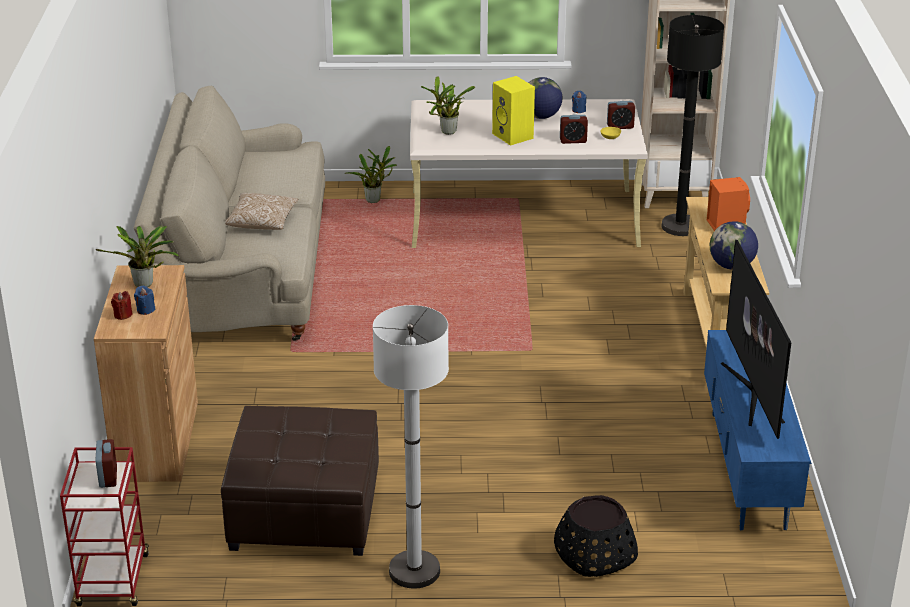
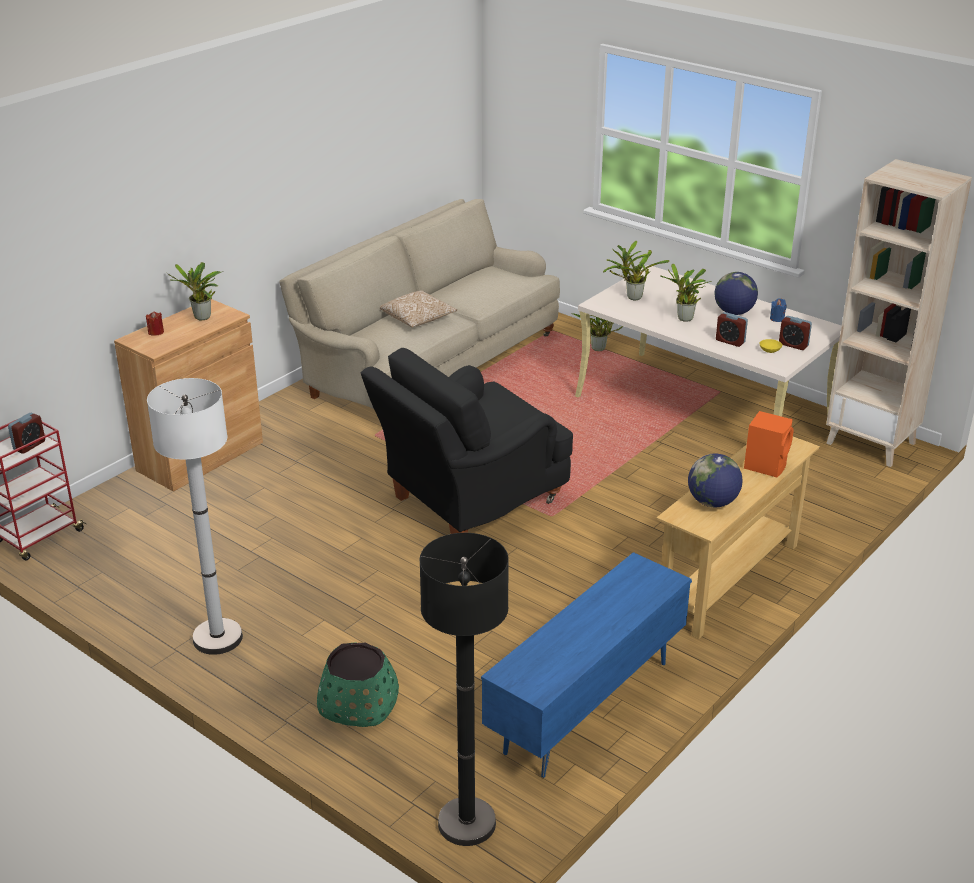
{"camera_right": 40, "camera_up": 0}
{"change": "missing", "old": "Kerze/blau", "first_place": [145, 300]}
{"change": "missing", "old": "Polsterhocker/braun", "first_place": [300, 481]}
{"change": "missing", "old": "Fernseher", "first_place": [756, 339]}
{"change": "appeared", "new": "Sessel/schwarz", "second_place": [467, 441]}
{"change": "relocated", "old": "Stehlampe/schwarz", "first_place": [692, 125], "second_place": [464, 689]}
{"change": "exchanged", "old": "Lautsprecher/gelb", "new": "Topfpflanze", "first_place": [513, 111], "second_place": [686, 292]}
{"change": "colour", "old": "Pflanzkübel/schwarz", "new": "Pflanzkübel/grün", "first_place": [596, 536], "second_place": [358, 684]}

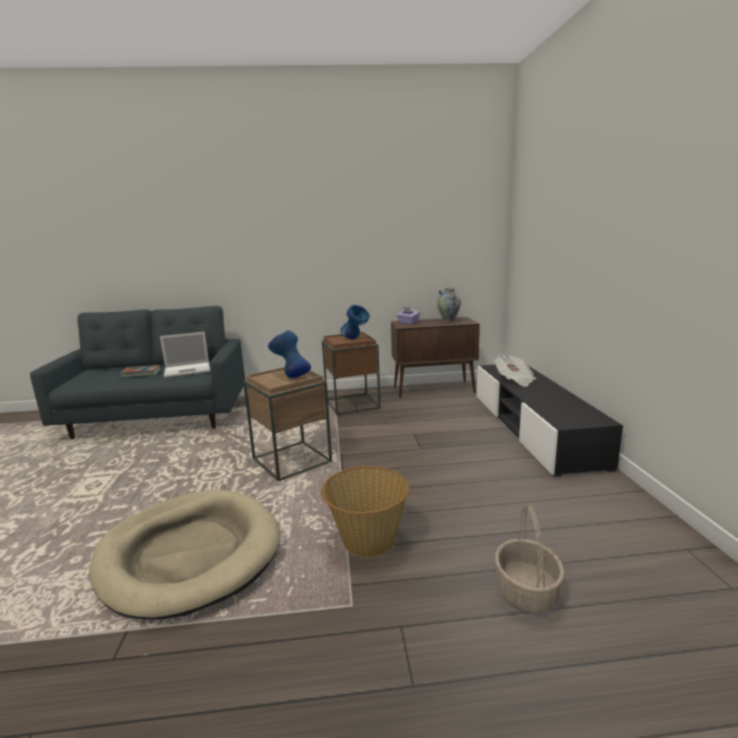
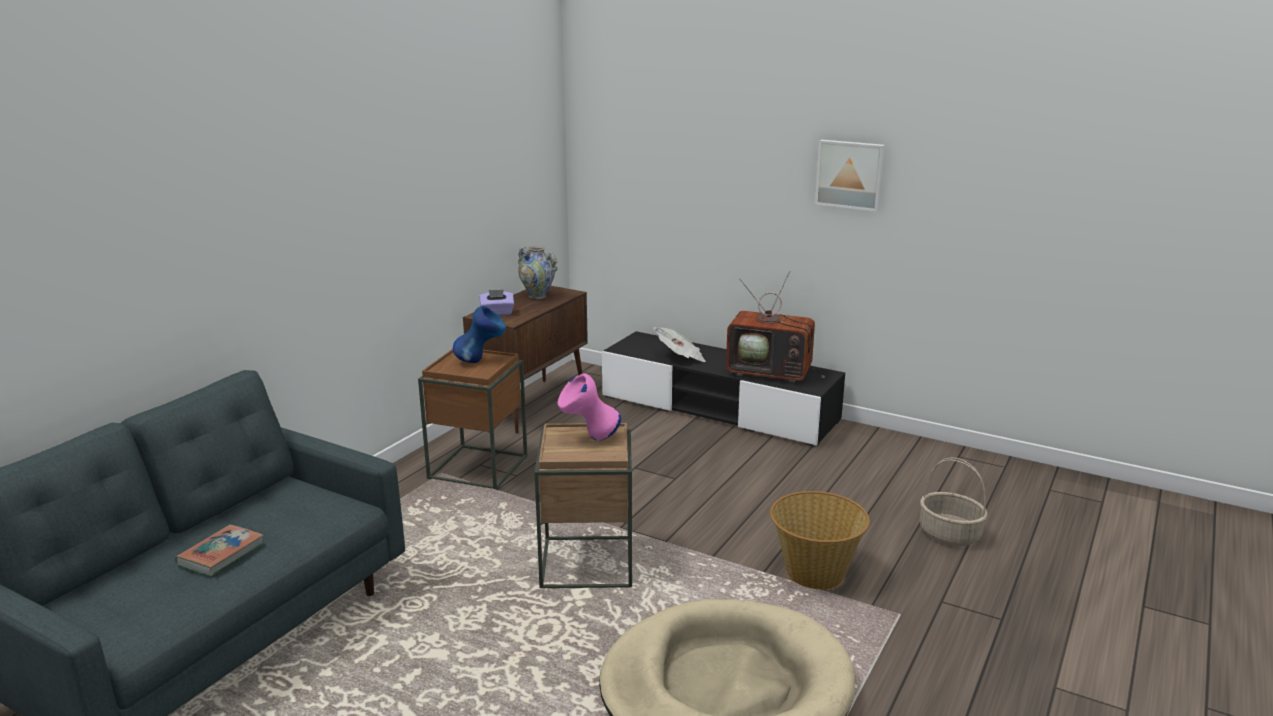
{"camera_right": -55, "camera_up": 5}
{"change": "missing", "old": "Laptop", "first_place": [185, 355]}
{"change": "appeared", "new": "Fernseher", "second_place": [775, 327]}
{"change": "appeared", "new": "Bild", "second_place": [850, 176]}
{"change": "colour", "old": "Vase/blau", "new": "Vase/rosa", "first_place": [289, 354], "second_place": [589, 407]}

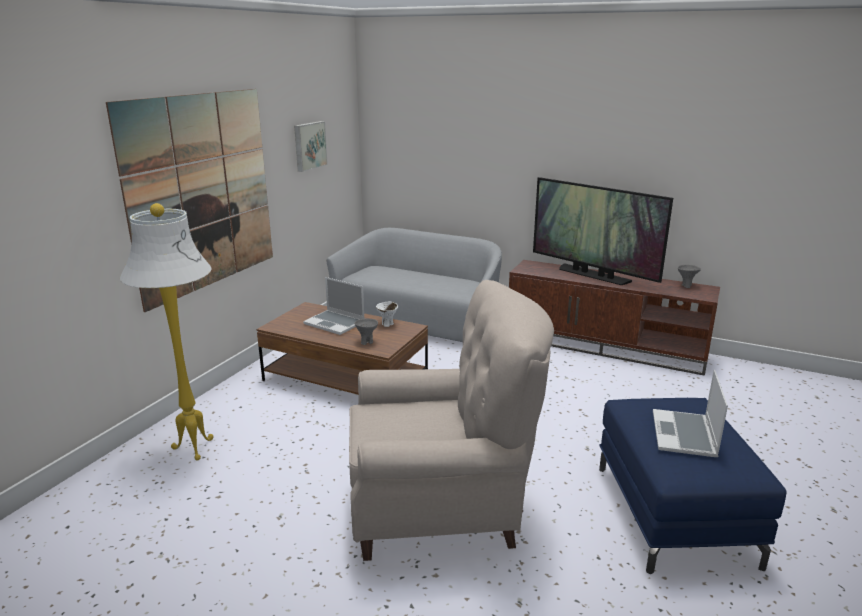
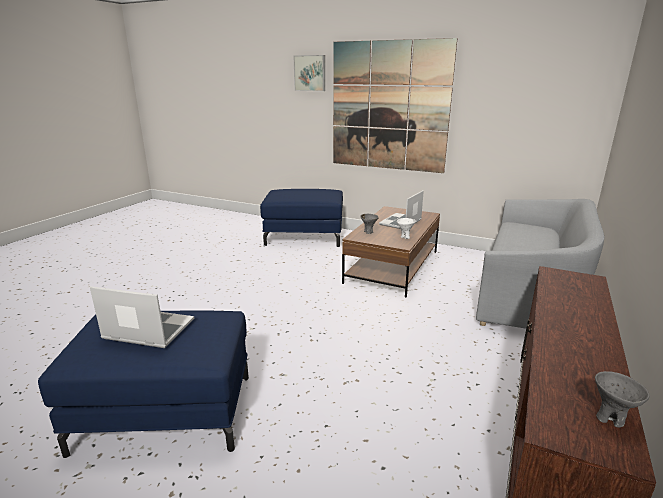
{"camera_right": 90, "camera_up": 0}
{"change": "missing", "old": "Sessel/beige", "first_place": [451, 420]}
{"change": "missing", "old": "Fernseher", "first_place": [603, 231]}
{"change": "relocated", "old": "Bild", "first_place": [311, 146], "second_place": [309, 73]}
{"change": "exchanged", "old": "Stehlampe/weiß", "new": "Polsterhocker/blau", "first_place": [167, 332], "second_place": [301, 218]}

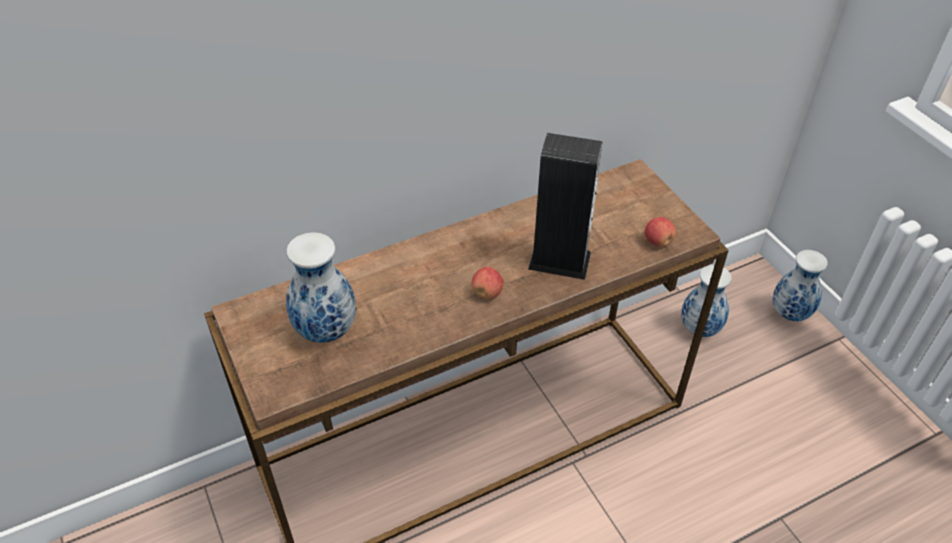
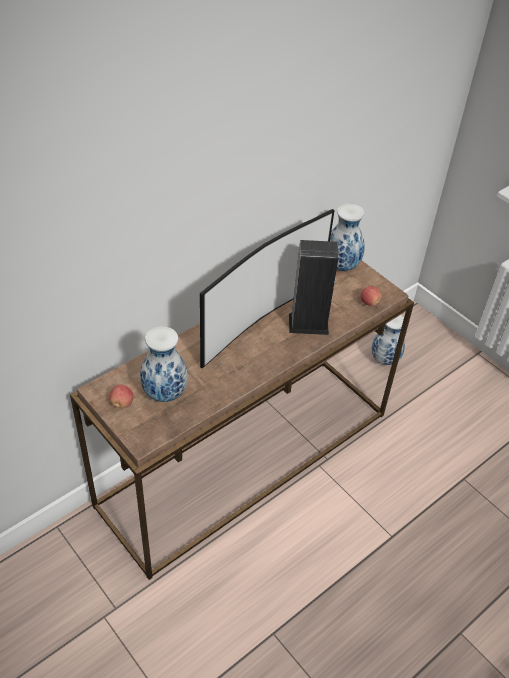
{"camera_right": -15, "camera_up": 0}
{"change": "appeared", "new": "Fernseher", "second_place": [267, 289]}
{"change": "relocated", "old": "Apfel", "first_place": [487, 283], "second_place": [122, 396]}
{"change": "relocated", "old": "Vase", "first_place": [800, 285], "second_place": [347, 237]}

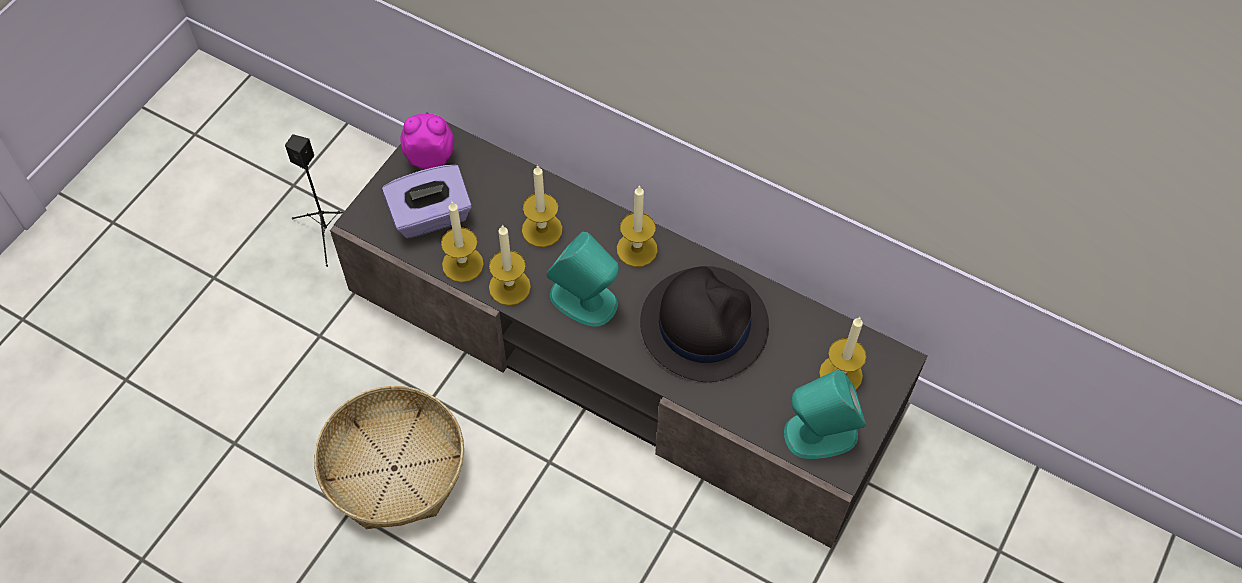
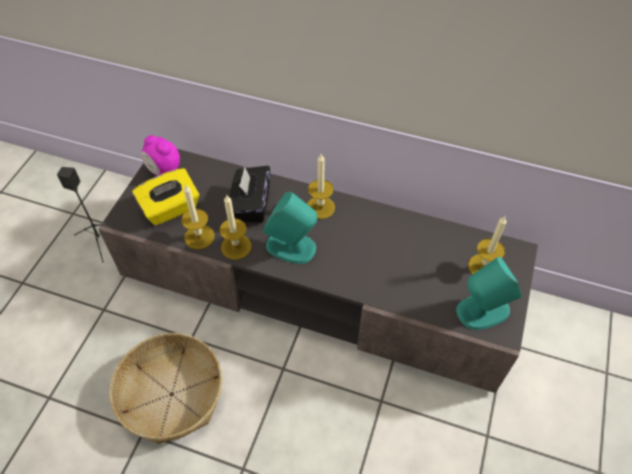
{"camera_right": -10, "camera_up": -5}
{"change": "missing", "old": "Hut/schwarz", "first_place": [704, 324]}
{"change": "exchanged", "old": "Kerze", "new": "Taschentuchbox/schwarz", "first_place": [542, 206], "second_place": [250, 194]}
{"change": "colour", "old": "Taschentuchbox/lila", "new": "Taschentuchbox/gelb", "first_place": [427, 201], "second_place": [165, 197]}
{"change": "spun", "old": "Wecker", "first_place": [427, 141], "second_place": [160, 155], "degrees": -135}

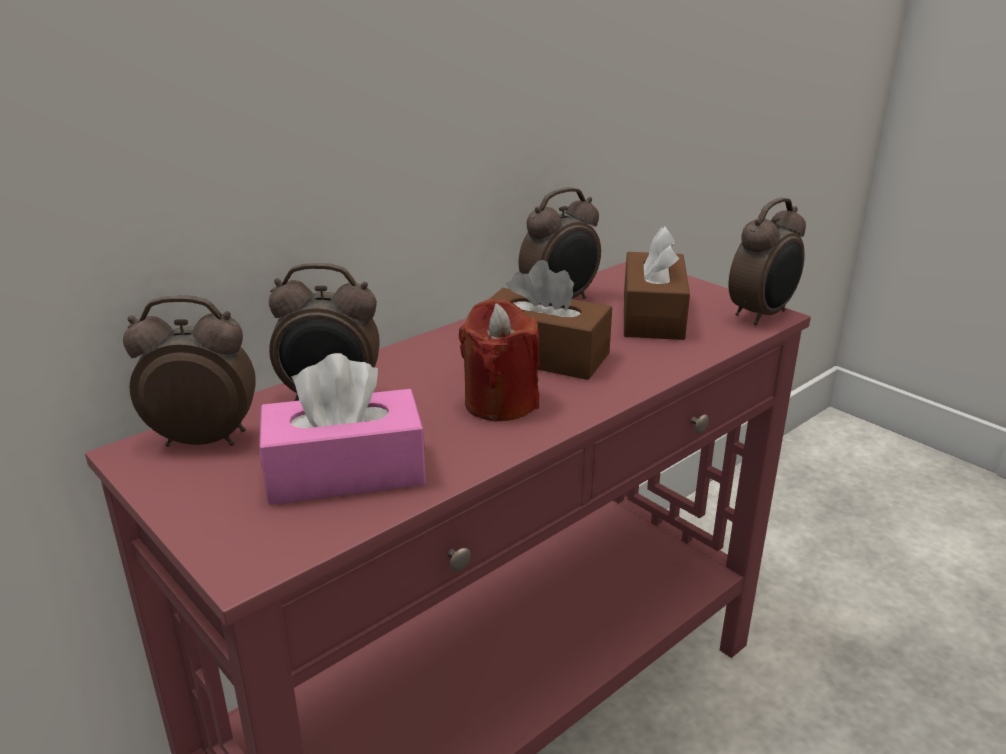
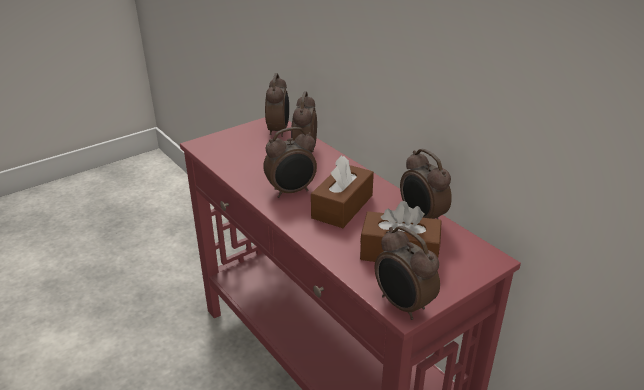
{"camera_right": 95, "camera_up": 5}
{"change": "missing", "old": "Taschentuchbox/rosa", "first_place": [342, 429]}
{"change": "exchanged", "old": "Kerze/rot", "new": "Wecker", "first_place": [499, 360], "second_place": [290, 162]}

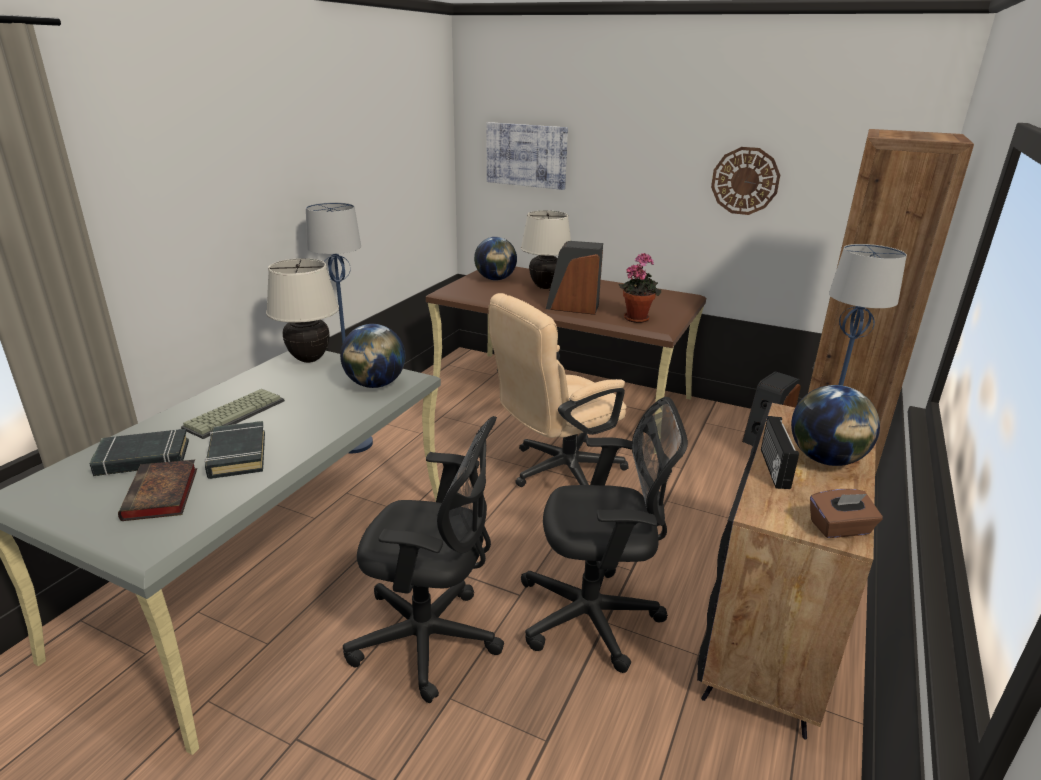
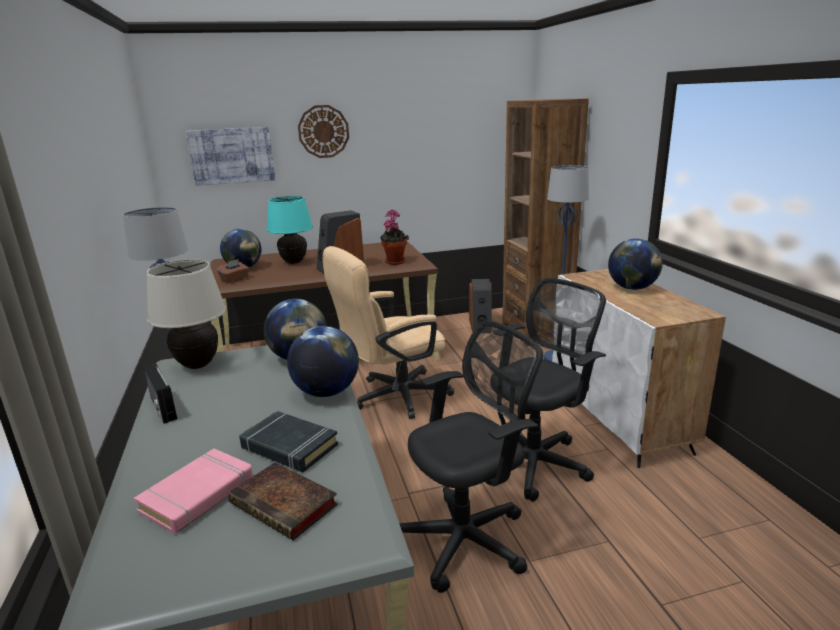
{"camera_right": -40, "camera_up": -5}
{"change": "missing", "old": "Tastatur", "first_place": [233, 414]}
{"change": "appeared", "new": "Globus", "second_place": [323, 361]}
{"change": "relocated", "old": "Wanduhr", "first_place": [745, 181], "second_place": [323, 131]}
{"change": "relocated", "old": "Radio", "first_place": [780, 452], "second_place": [160, 394]}
{"change": "relocated", "old": "Taschentuchbox/braun", "first_place": [846, 513], "second_place": [233, 271]}
{"change": "colour", "old": "Buch/schwarz", "new": "Buch/rosa", "first_place": [139, 452], "second_place": [193, 491]}
{"change": "colour", "old": "Tischlampe/beige", "new": "Tischlampe/türkis", "first_place": [546, 249], "second_place": [290, 230]}
{"change": "colour", "old": "Schrank/schwarz", "new": "Schrank/weiß", "first_place": [786, 570], "second_place": [639, 368]}
{"change": "spun", "old": "Bürostuhl/beige", "first_place": [558, 390], "second_place": [388, 332], "degrees": 45}

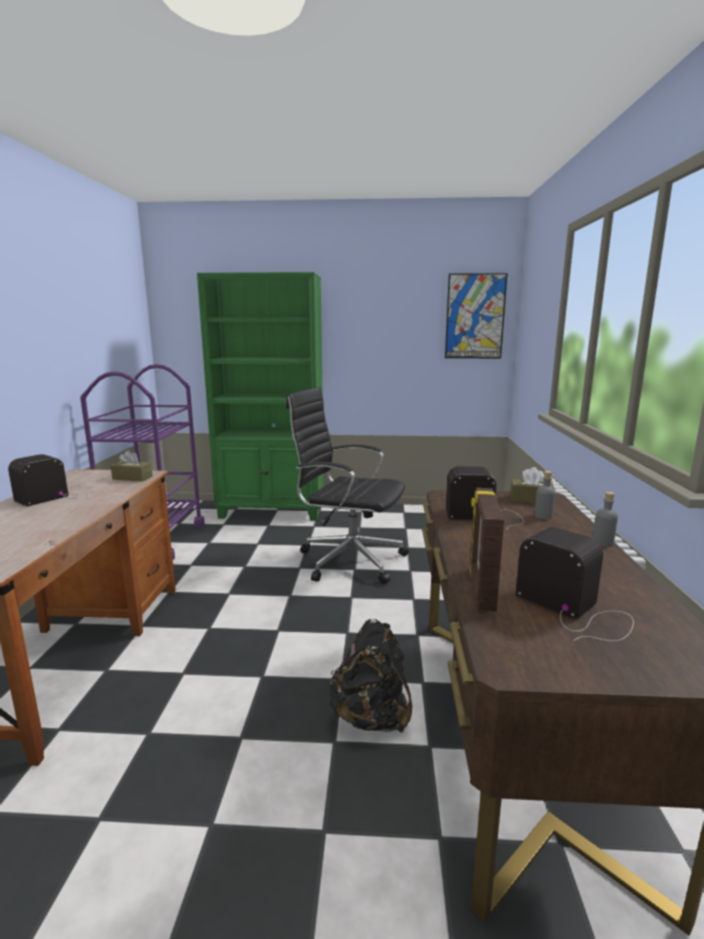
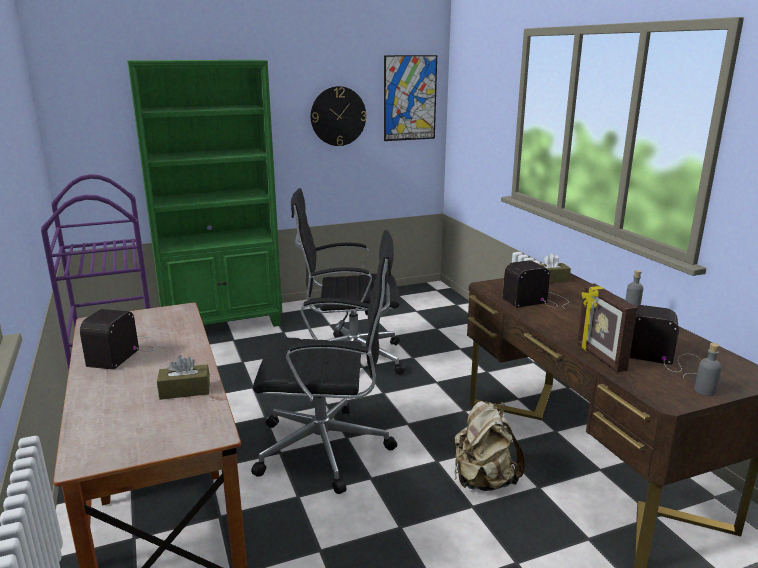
{"camera_right": -25, "camera_up": 5}
{"change": "appeared", "new": "Bürostuhl/schwarz", "second_place": [324, 362]}
{"change": "appeared", "new": "Wanduhr", "second_place": [339, 116]}
{"change": "relocated", "old": "Taschentuchbox/braun", "first_place": [131, 466], "second_place": [183, 377]}
{"change": "relocated", "old": "Flasche/grau", "first_place": [545, 495], "second_place": [708, 369]}
{"change": "colour", "old": "Rucksack/schwarz", "new": "Rucksack/beige", "first_place": [371, 676], "second_place": [489, 446]}

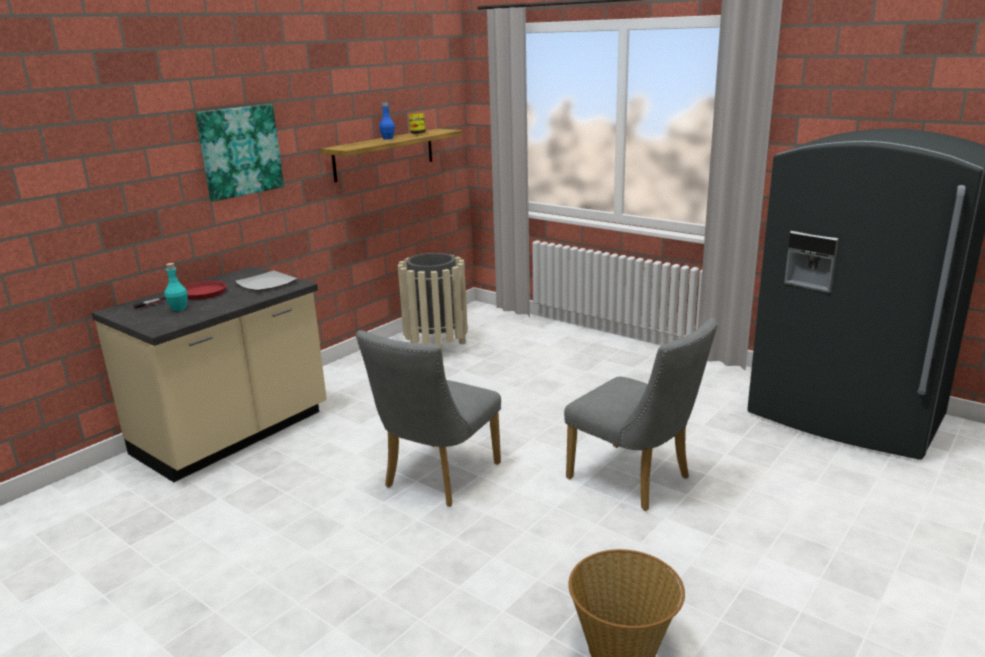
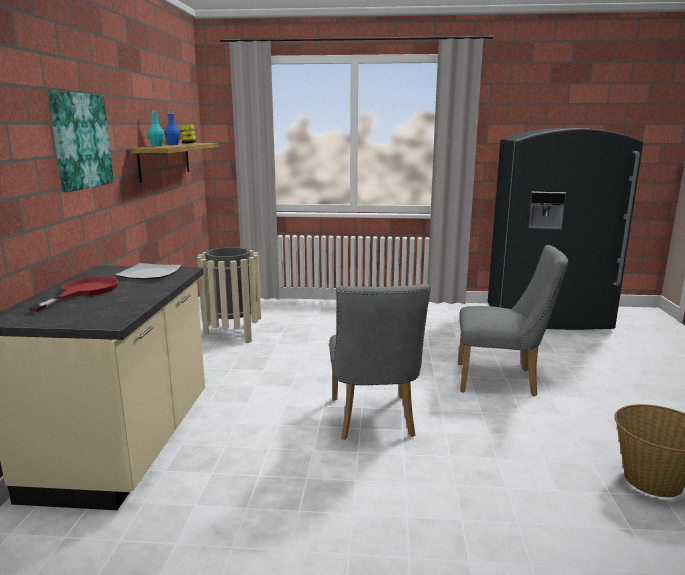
{"camera_right": -35, "camera_up": -5}
{"change": "relocated", "old": "Flasche/türkis", "first_place": [176, 287], "second_place": [156, 127]}

